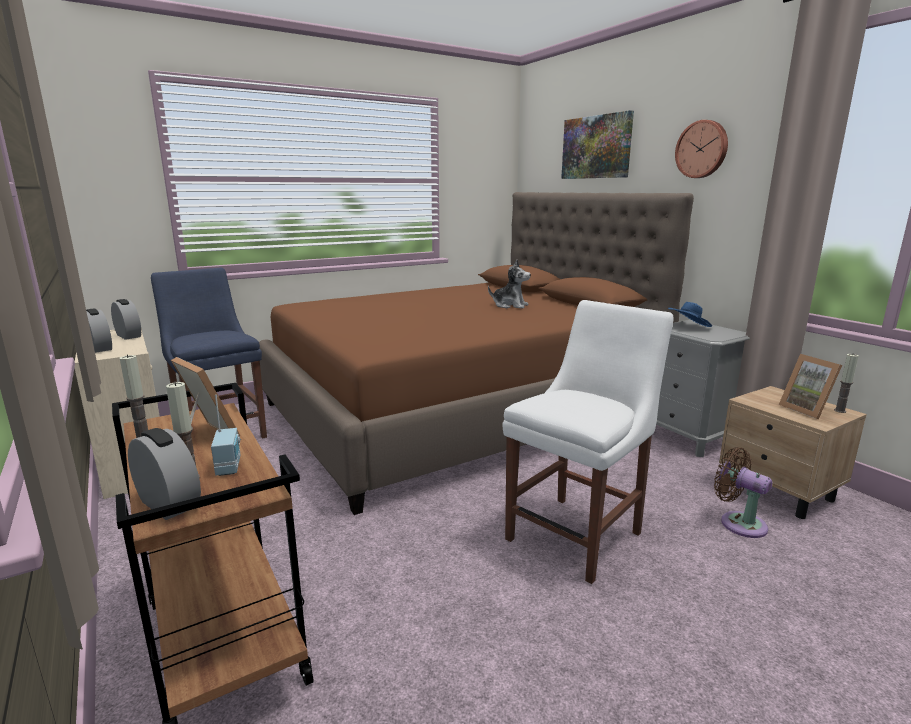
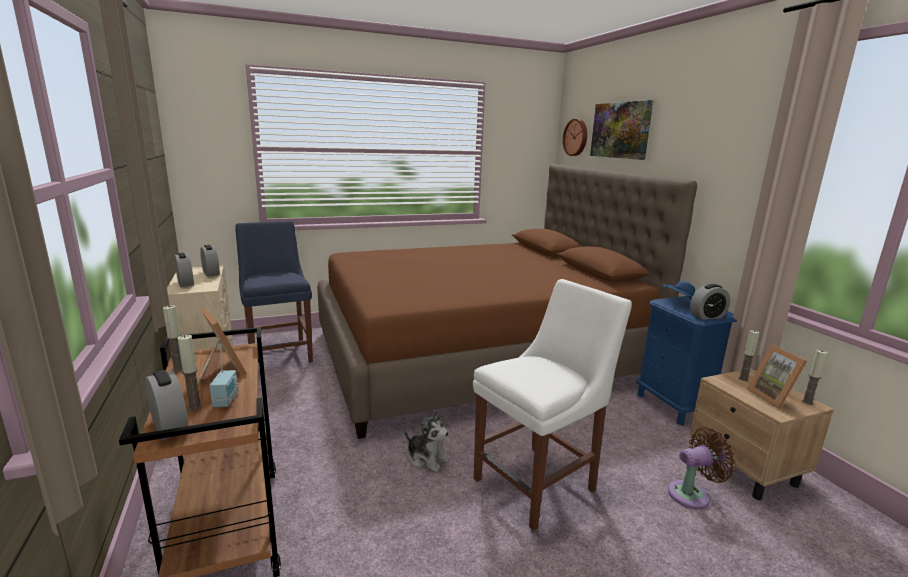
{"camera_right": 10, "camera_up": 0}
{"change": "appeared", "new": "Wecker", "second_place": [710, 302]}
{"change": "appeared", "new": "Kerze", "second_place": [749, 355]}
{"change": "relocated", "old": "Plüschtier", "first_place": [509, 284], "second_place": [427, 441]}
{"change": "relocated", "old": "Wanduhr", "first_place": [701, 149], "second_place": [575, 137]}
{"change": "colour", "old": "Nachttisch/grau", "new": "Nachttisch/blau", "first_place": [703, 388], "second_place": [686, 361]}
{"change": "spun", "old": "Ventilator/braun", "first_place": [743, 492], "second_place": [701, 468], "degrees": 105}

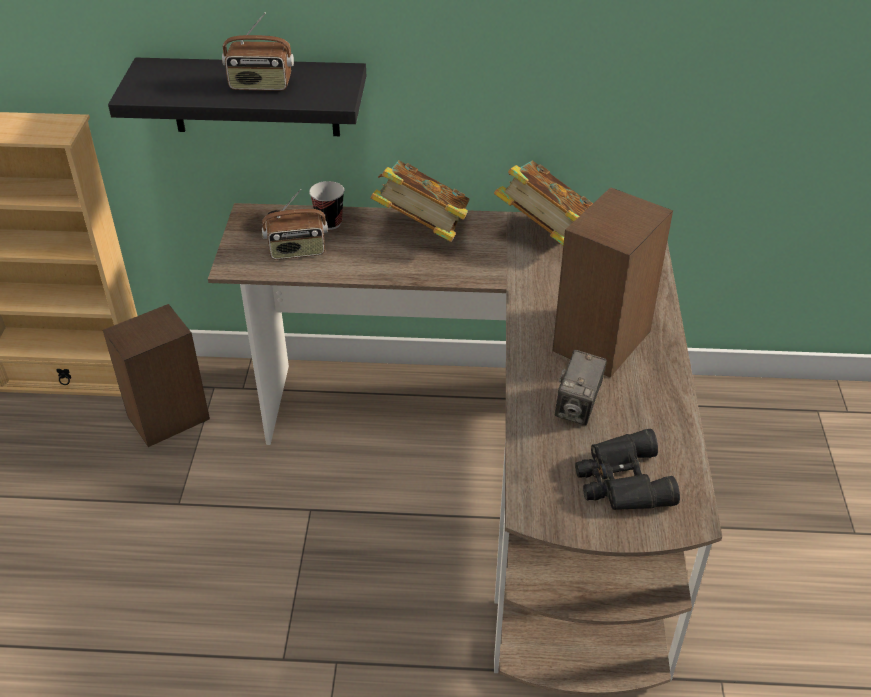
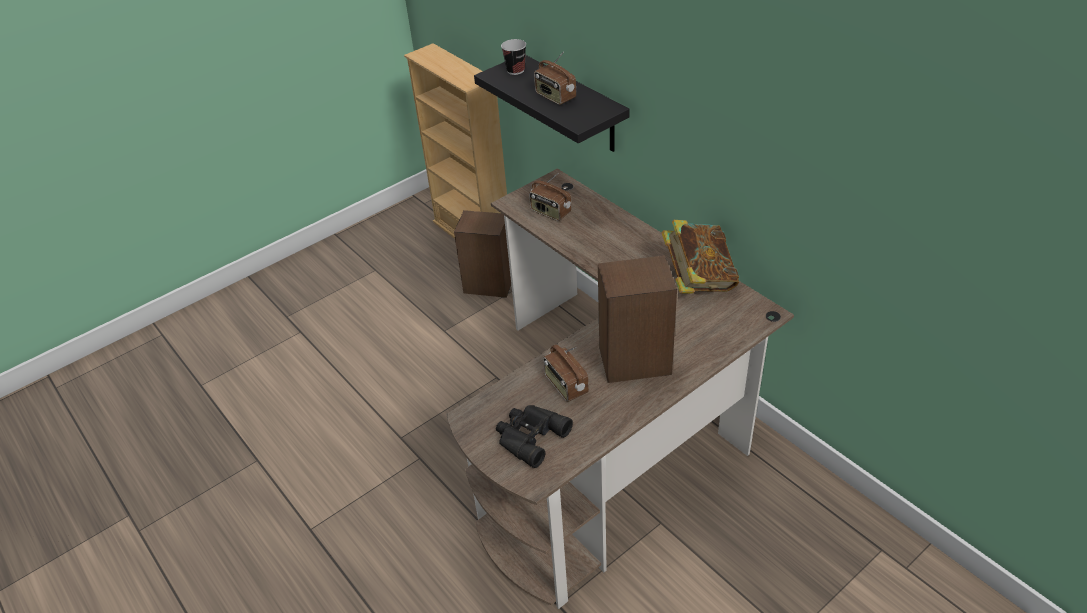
{"camera_right": 50, "camera_up": 0}
{"change": "missing", "old": "Buch", "first_place": [420, 201]}
{"change": "relocated", "old": "Tasse", "first_place": [326, 205], "second_place": [513, 57]}
{"change": "exchanged", "old": "Kamera", "new": "Radio", "first_place": [581, 387], "second_place": [566, 373]}

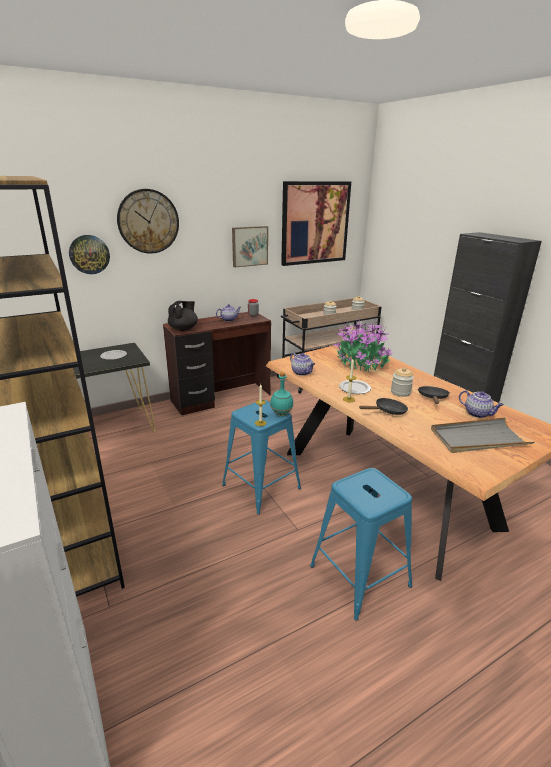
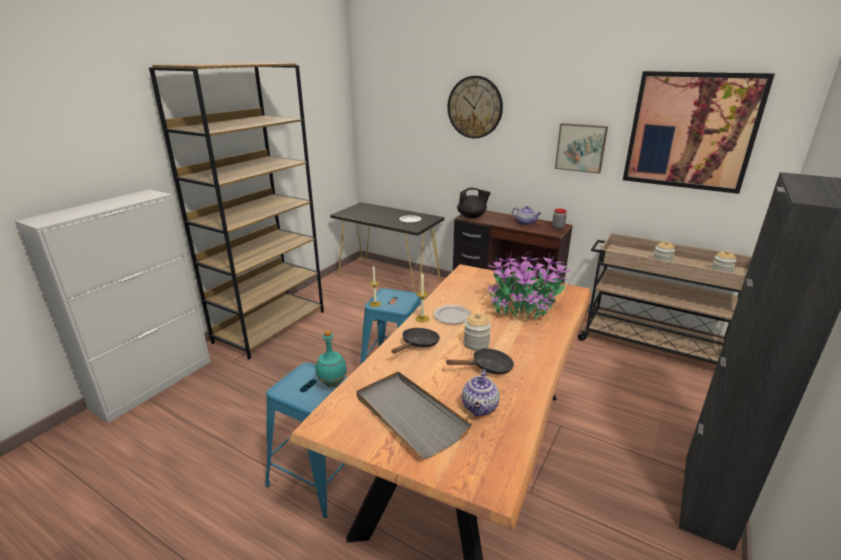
{"camera_right": 60, "camera_up": 0}
{"change": "missing", "old": "Wanduhr", "first_place": [89, 254]}
{"change": "missing", "old": "Teekanne", "first_place": [302, 364]}
{"change": "relocated", "old": "Flasche/türkis", "first_place": [281, 394], "second_place": [331, 358]}
{"change": "spun", "old": "Pfanne/schwarz", "first_place": [384, 406], "second_place": [415, 341], "degrees": -90}

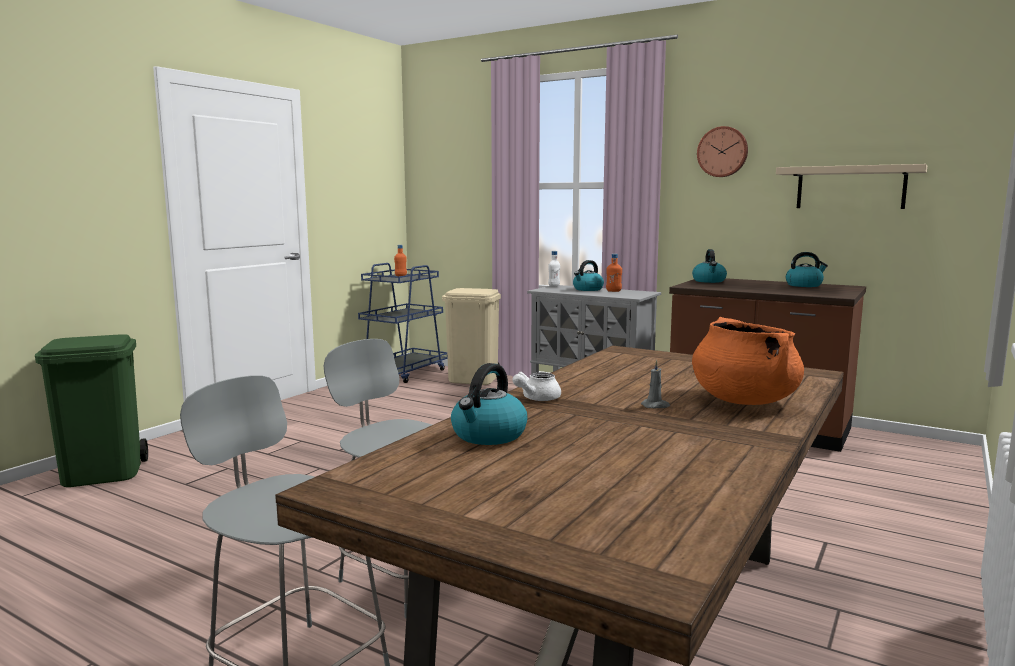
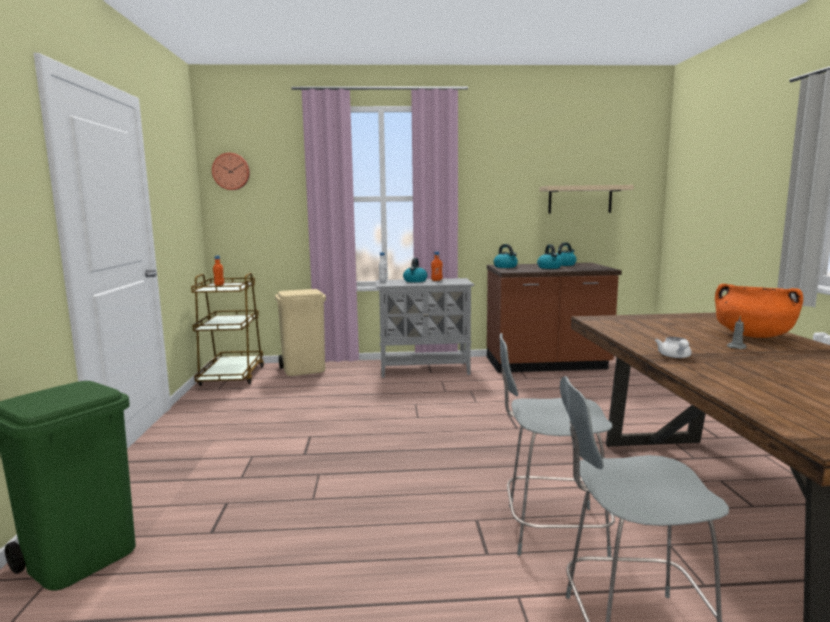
{"camera_right": -35, "camera_up": 0}
{"change": "relocated", "old": "Wasserkessel", "first_place": [489, 404], "second_place": [549, 256]}
{"change": "relocated", "old": "Wanduhr", "first_place": [722, 151], "second_place": [231, 171]}
{"change": "colour", "old": "Rollwagen/blau", "new": "Rollwagen/braun", "first_place": [403, 323], "second_place": [227, 329]}

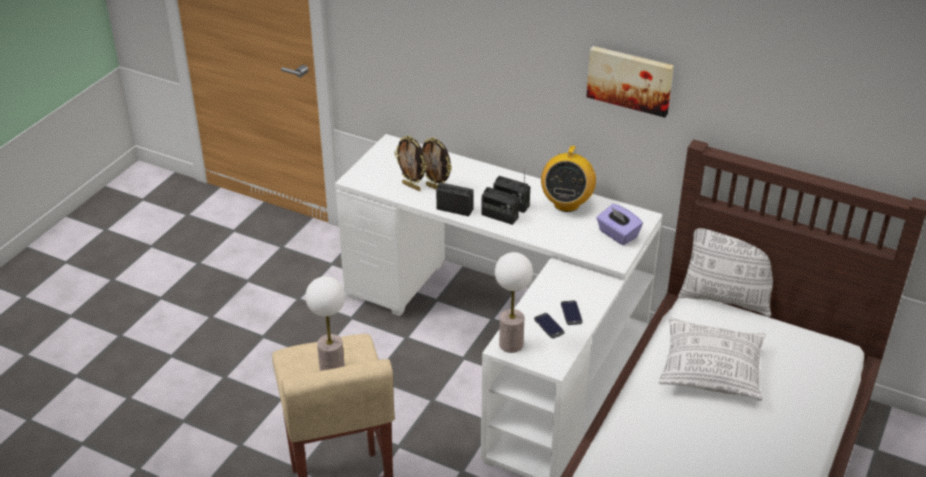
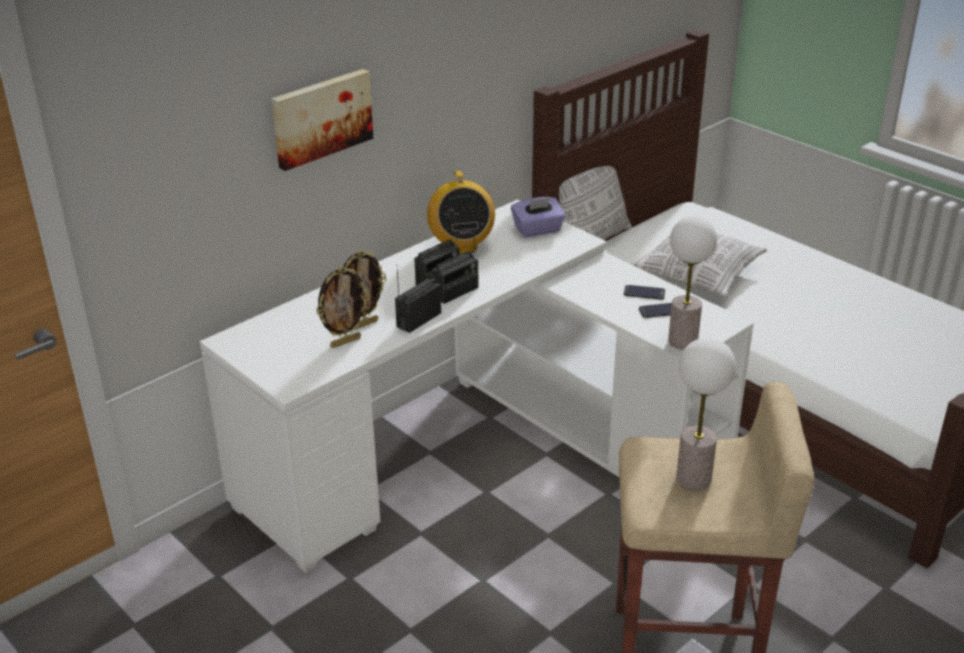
{"camera_right": -70, "camera_up": -5}
{"change": "relocated", "old": "Bild", "first_place": [630, 82], "second_place": [322, 120]}
{"change": "spun", "old": "Radio", "first_place": [568, 178], "second_place": [461, 212], "degrees": 45}

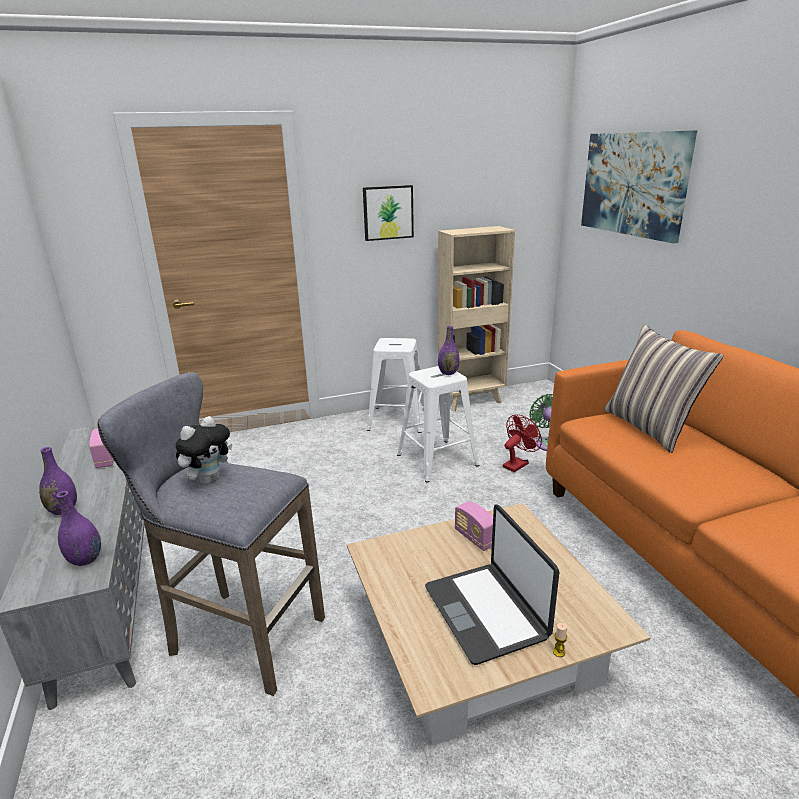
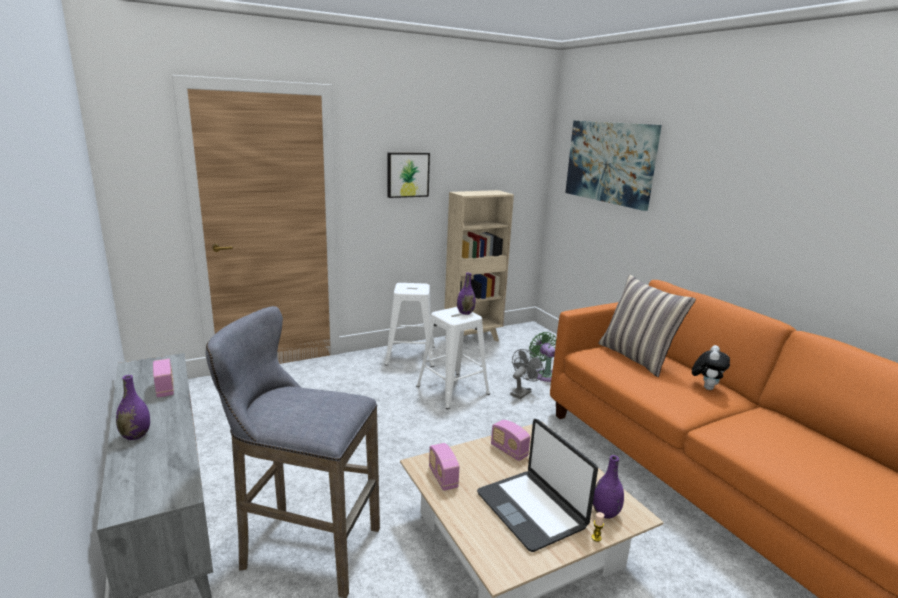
{"camera_right": -10, "camera_up": -5}
{"change": "appeared", "new": "Radio", "second_place": [444, 467]}
{"change": "relocated", "old": "Vase/lila", "first_place": [78, 528], "second_place": [608, 487]}
{"change": "relocated", "old": "Plüschtier", "first_place": [203, 450], "second_place": [711, 367]}
{"change": "colour", "old": "Ventilator/rot", "new": "Ventilator/grau", "first_place": [522, 443], "second_place": [527, 374]}

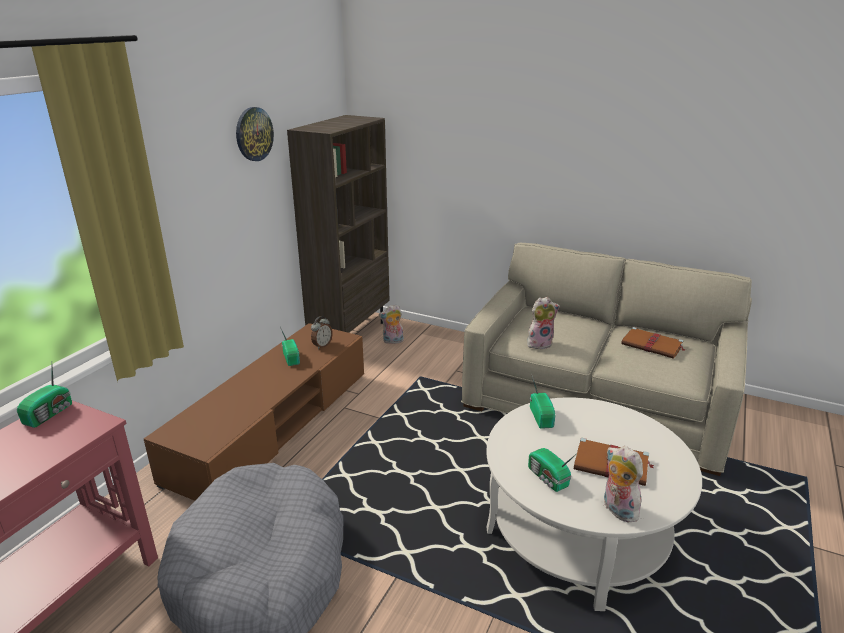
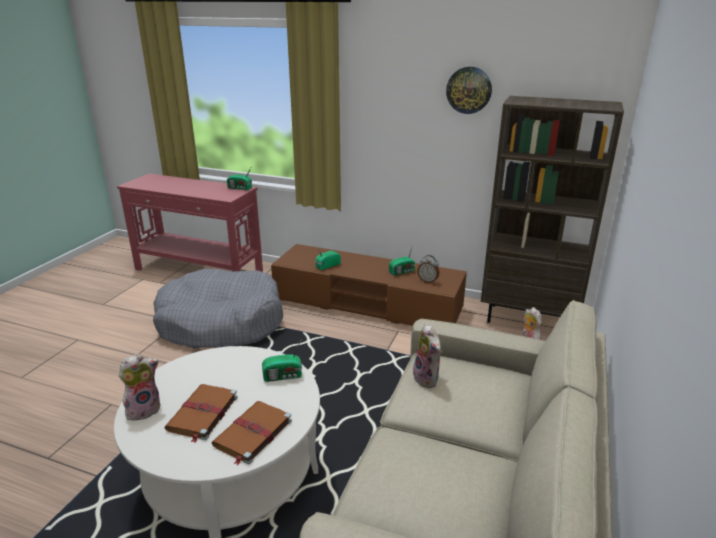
{"camera_right": 85, "camera_up": 0}
{"change": "relocated", "old": "Radio", "first_place": [552, 470], "second_place": [328, 259]}
{"change": "relocated", "old": "Buch/braun", "first_place": [653, 343], "second_place": [252, 433]}

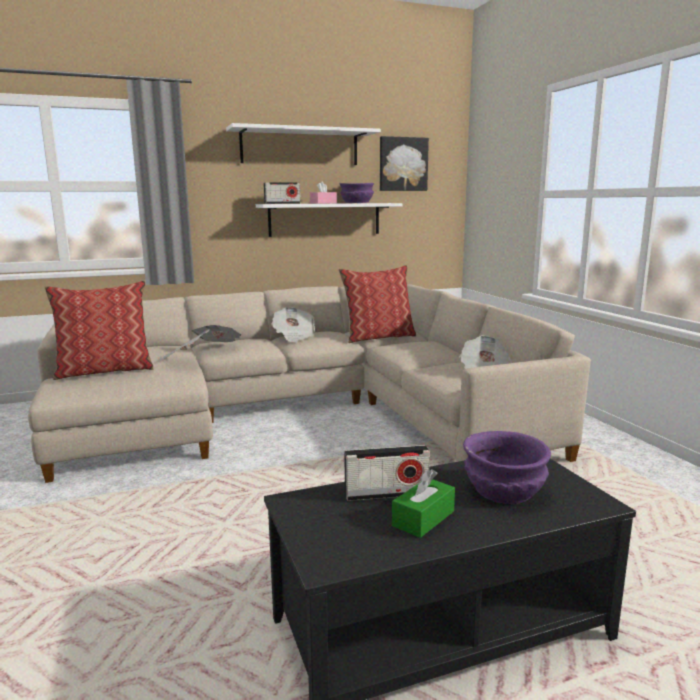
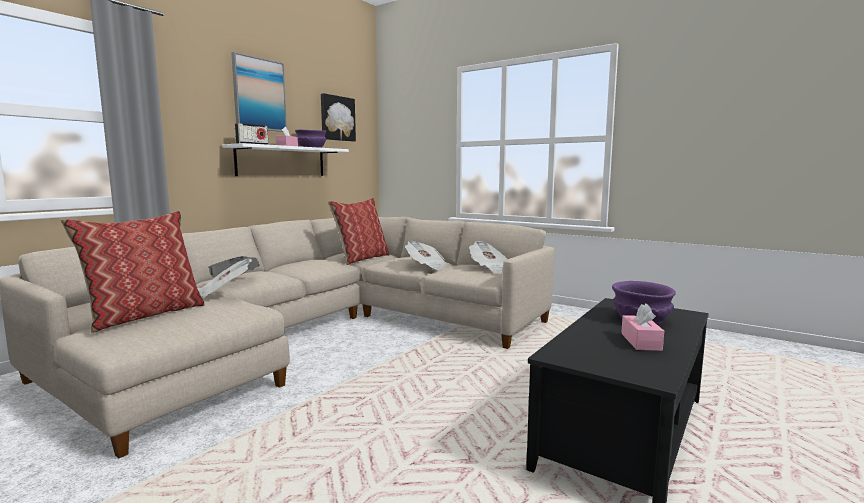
{"camera_right": -35, "camera_up": -5}
{"change": "missing", "old": "Radio", "first_place": [387, 473]}
{"change": "relocated", "old": "Zeitung", "first_place": [293, 324], "second_place": [426, 255]}
{"change": "exchanged", "old": "Wandregal/weiß", "new": "Bild", "first_place": [303, 144], "second_place": [259, 92]}
{"change": "colour", "old": "Taschentuchbox/grün", "new": "Taschentuchbox/rosa", "first_place": [423, 503], "second_place": [642, 327]}

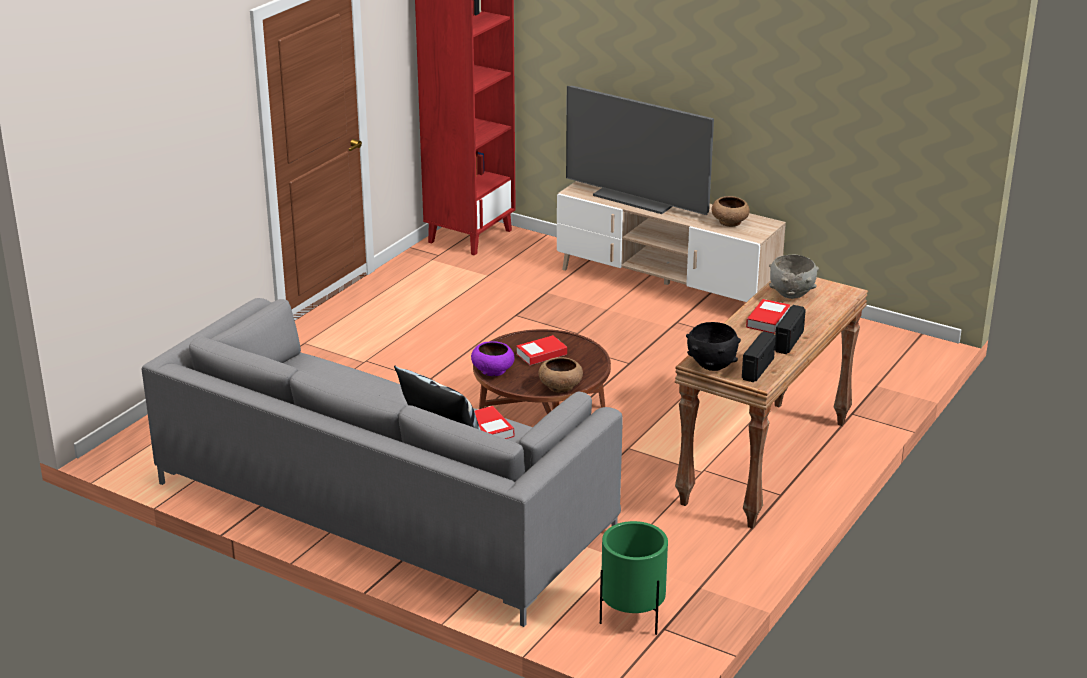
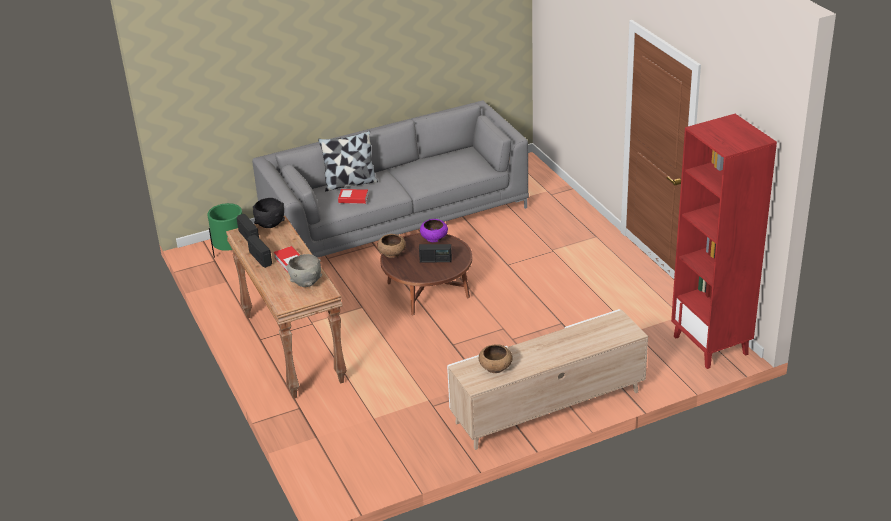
{"camera_right": 125, "camera_up": 5}
{"change": "missing", "old": "Fernseher", "first_place": [640, 150]}
{"change": "exchanged", "old": "Buch", "new": "Radio", "first_place": [541, 350], "second_place": [435, 253]}

